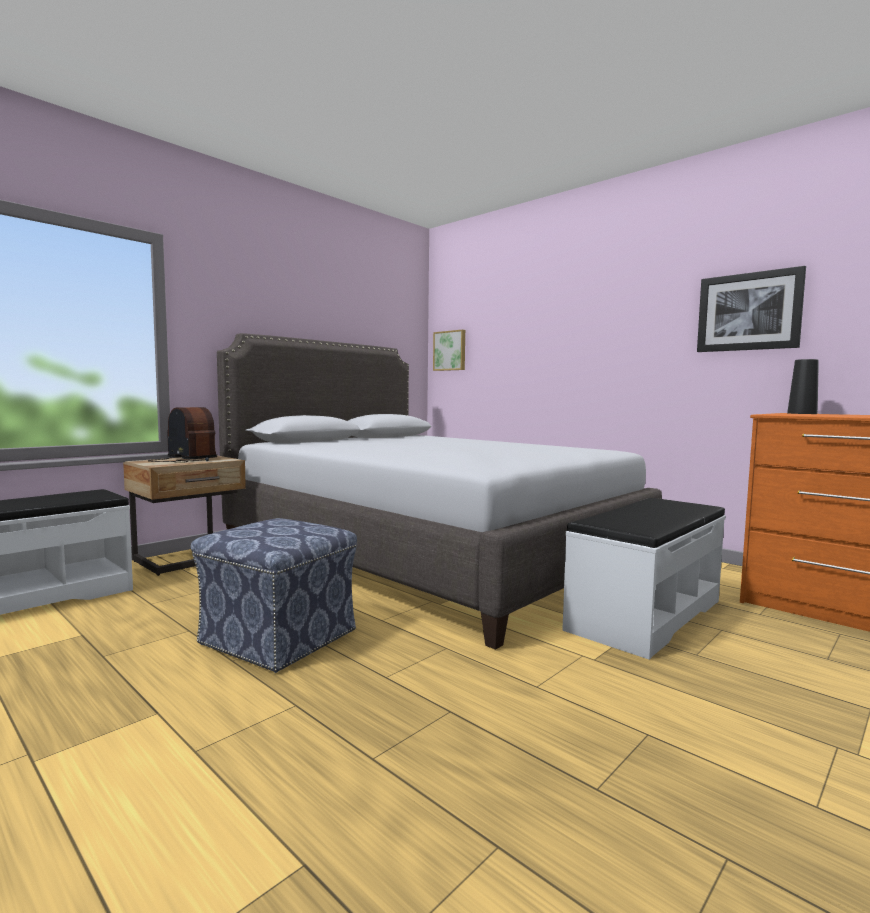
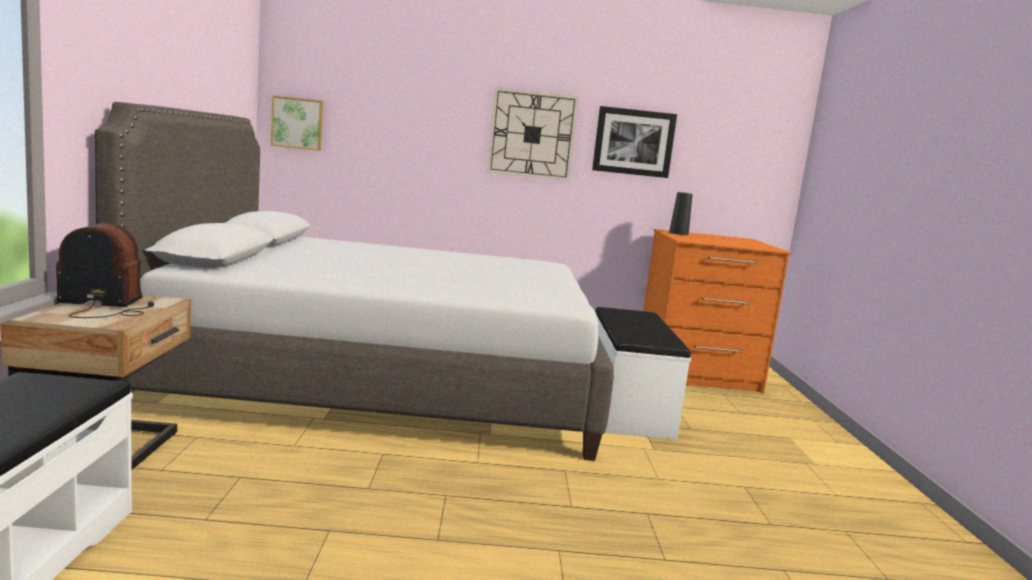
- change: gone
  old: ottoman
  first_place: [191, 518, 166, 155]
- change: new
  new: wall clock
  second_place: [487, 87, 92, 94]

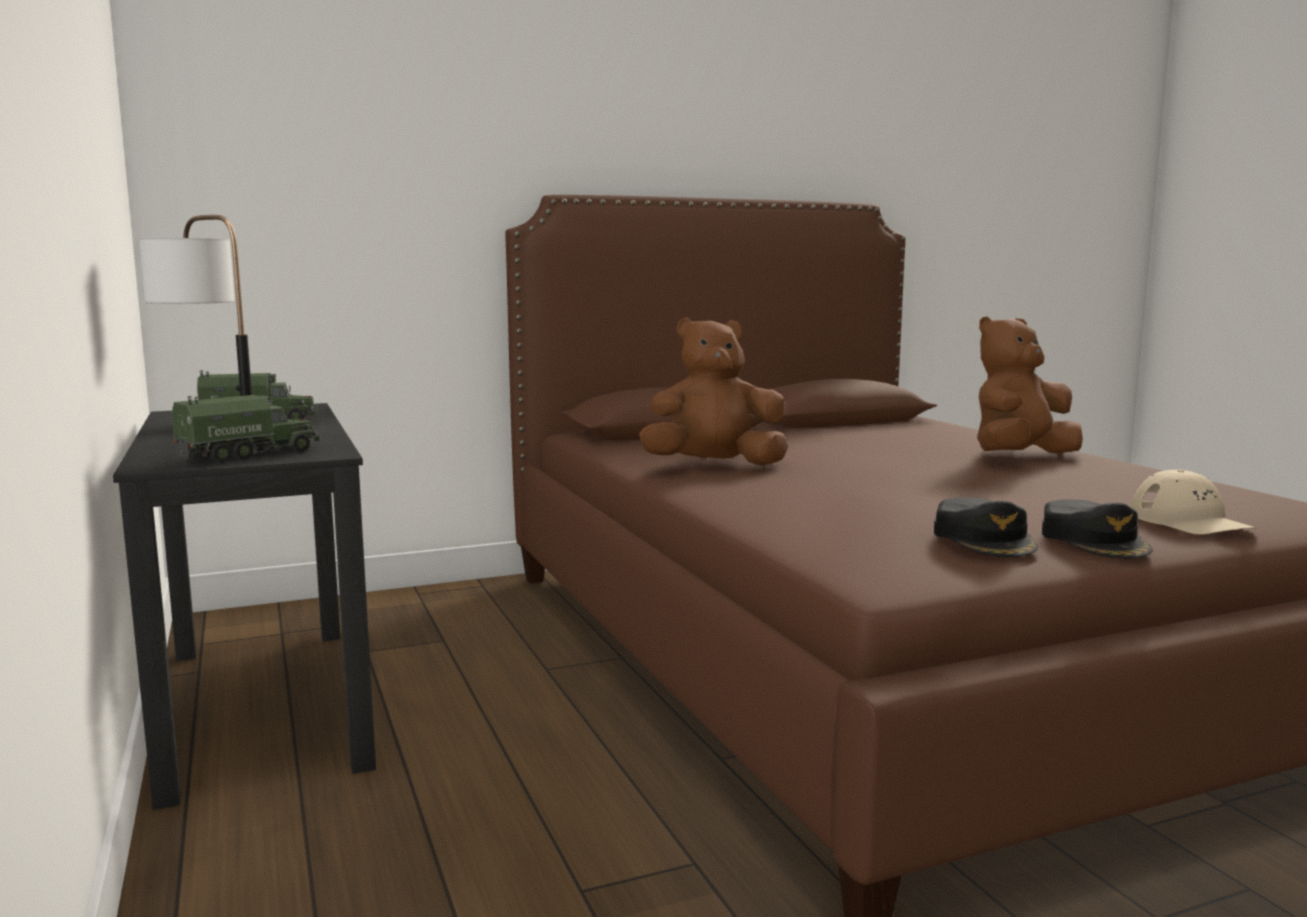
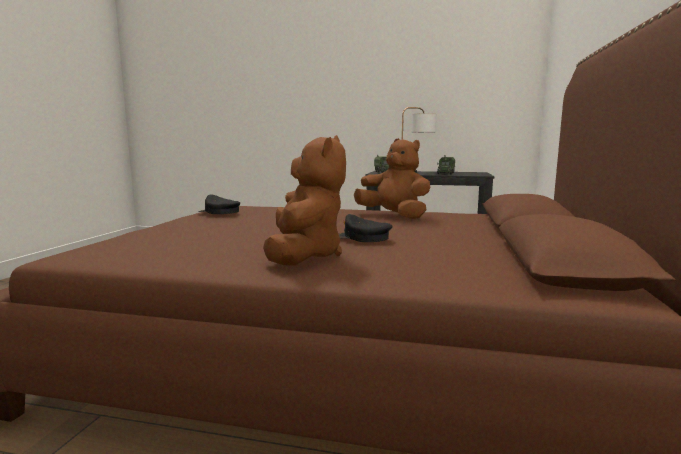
- change: rotated
  old: brown plush toy
  first_place: [639, 317, 149, 149]
  second_place: [354, 138, 77, 81]
  degrees: -75
- change: shifted
  old: black cap
  first_place: [1042, 499, 111, 59]
  second_place: [339, 214, 53, 28]
- change: gone
  old: beige cap
  first_place: [1131, 470, 125, 64]

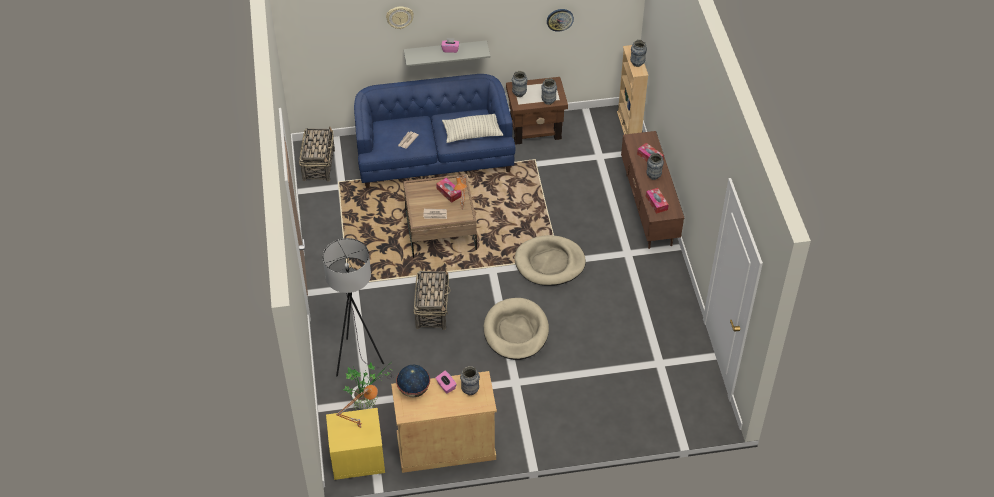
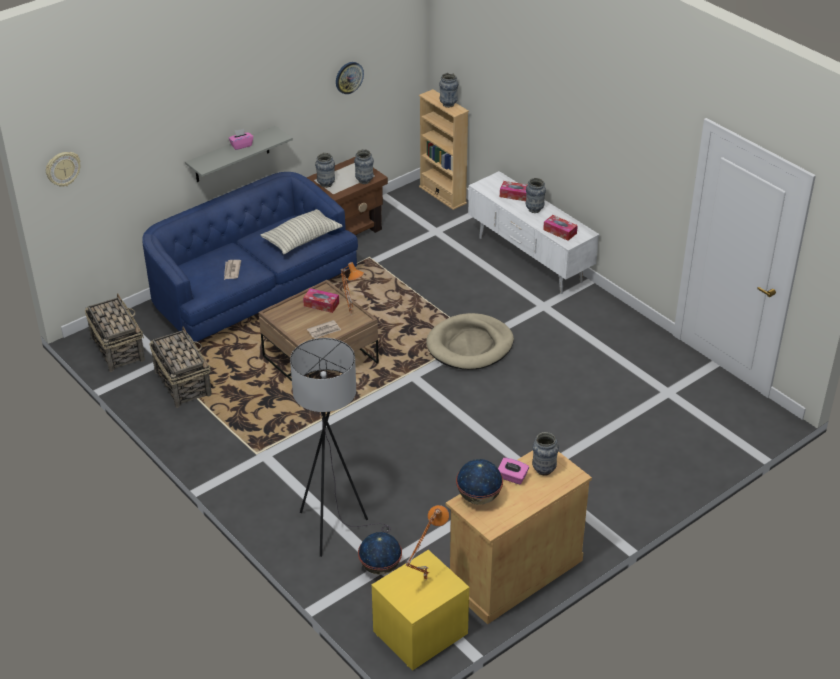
- change: swapped
  old: potted plant
  new: globe
  first_place: [343, 362, 48, 48]
  second_place: [358, 532, 44, 43]
- change: shifted
  old: wall clock
  first_place: [386, 7, 28, 22]
  second_place: [46, 152, 34, 35]
- change: shifted
  old: basket
  first_place: [414, 269, 37, 61]
  second_place: [149, 326, 63, 82]
- change: gone
  old: beige dog bed
  first_place: [484, 298, 65, 62]
- change: repainted
  old: brown tv stand
  new: white tv stand
  first_place: [621, 131, 64, 118]
  second_place: [468, 171, 132, 123]

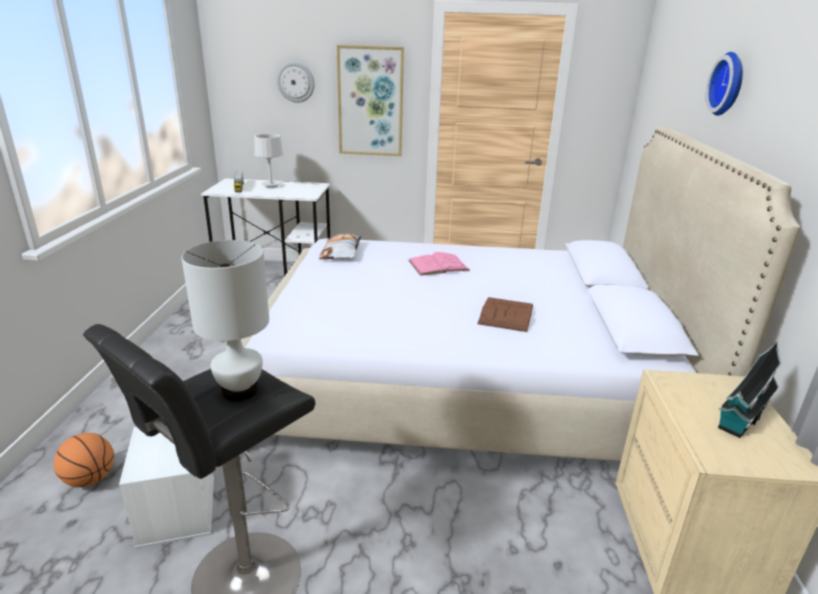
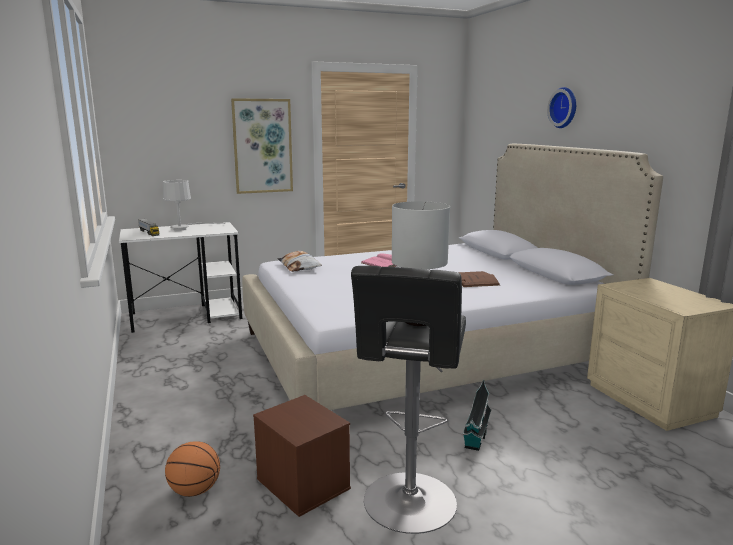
- change: repainted
  old: white storage box
  new: brown storage box
  first_place: [119, 427, 95, 122]
  second_place: [253, 395, 98, 122]
- change: gone
  old: wall clock
  first_place: [277, 62, 38, 41]
- change: shifted
  old: toy house
  first_place: [718, 342, 63, 96]
  second_place: [462, 380, 30, 71]

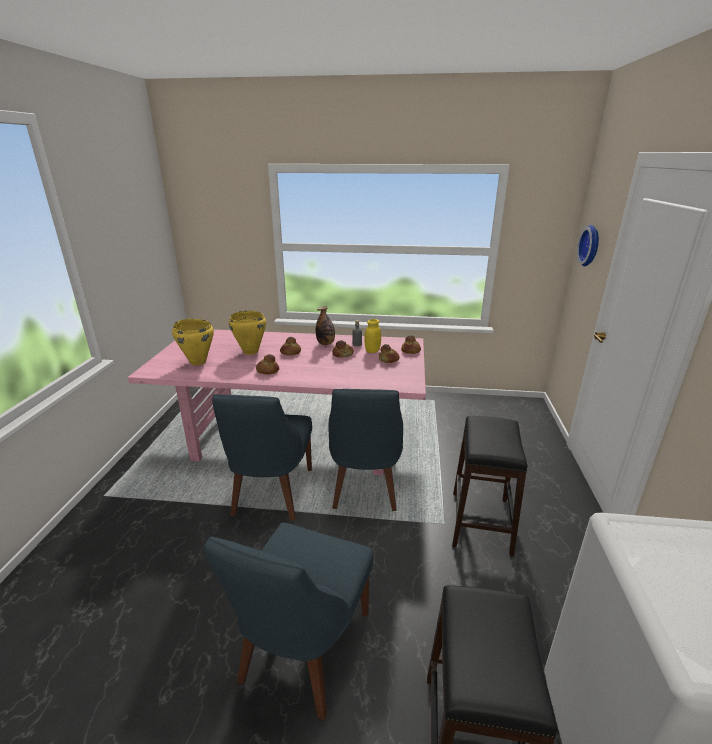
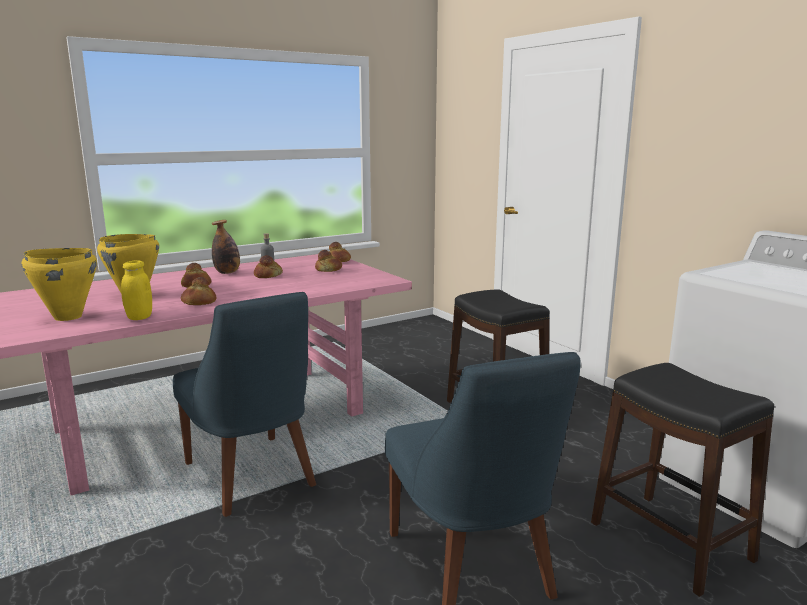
- change: gone
  old: blue chair
  first_place: [328, 389, 75, 122]
- change: shifted
  old: yellow jar
  first_place: [365, 319, 16, 34]
  second_place: [121, 260, 31, 60]
- change: gone
  old: wall clock
  first_place: [577, 225, 22, 41]

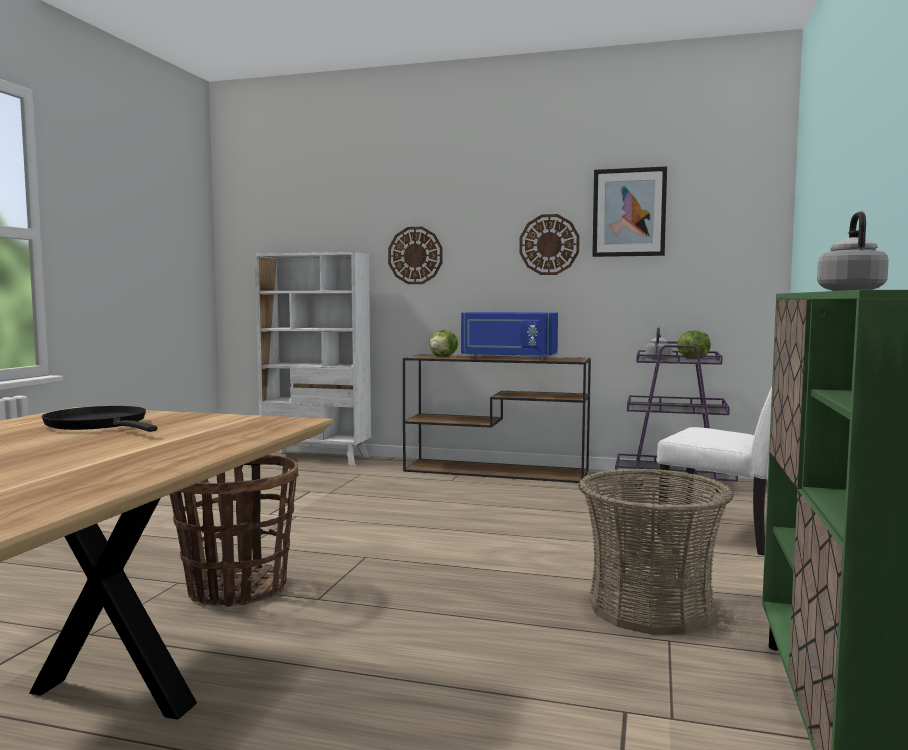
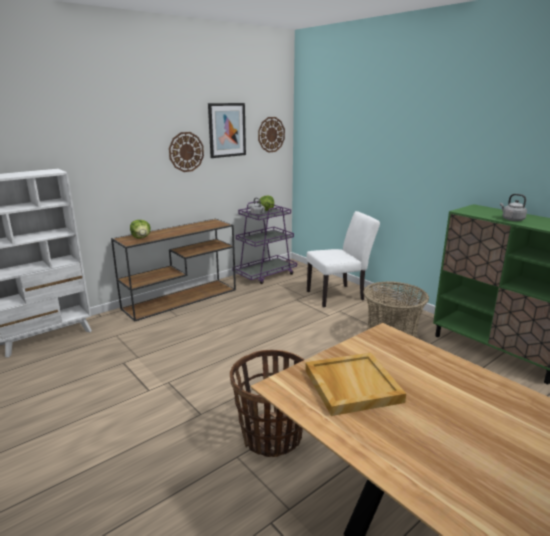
- change: swapped
  old: black frying pan
  new: beige tray
  first_place: [41, 406, 116, 26]
  second_place: [305, 353, 101, 63]
- change: shifted
  old: wall clock
  first_place: [388, 227, 55, 57]
  second_place: [258, 117, 27, 36]
- change: gone
  old: blue microwave
  first_place: [461, 312, 97, 48]

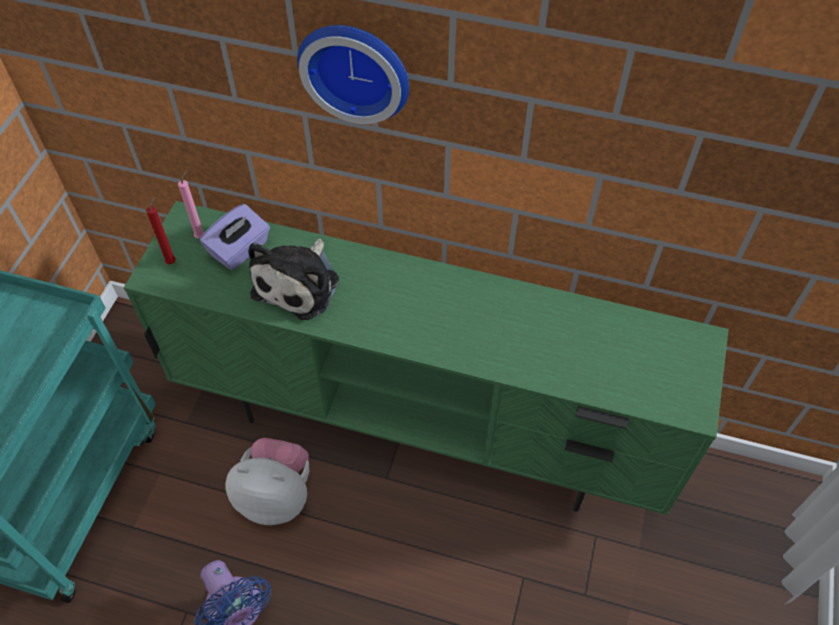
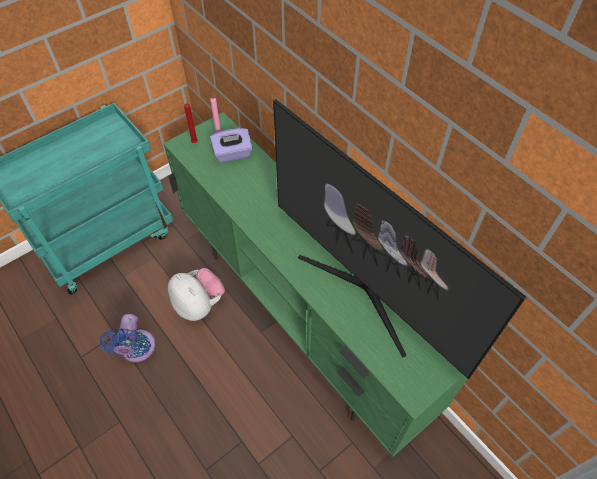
- change: gone
  old: plush toy
  first_place: [248, 239, 91, 81]
- change: gone
  old: wall clock
  first_place: [297, 25, 112, 99]
- change: new
  new: television
  second_place: [273, 99, 253, 280]

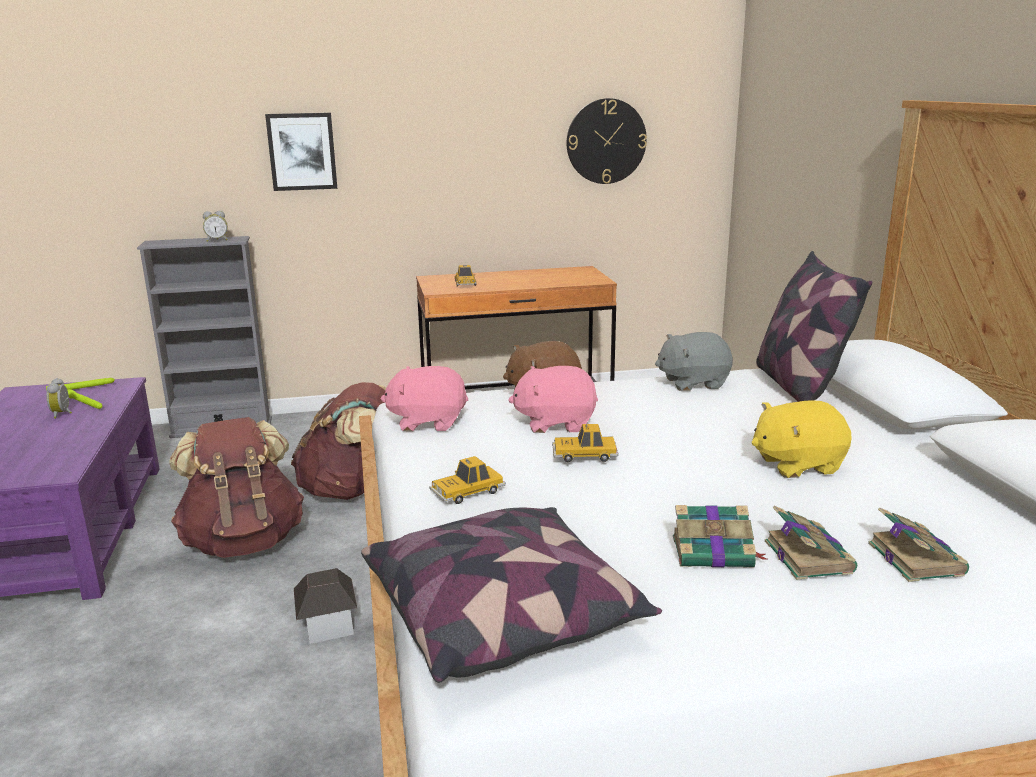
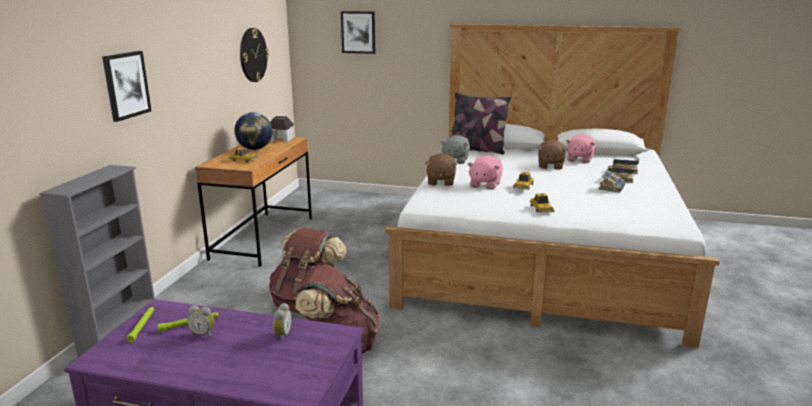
- change: shifted
  old: alarm clock
  first_place: [203, 211, 25, 31]
  second_place: [273, 303, 19, 38]
- change: shifted
  old: toy house
  first_place: [294, 568, 63, 76]
  second_place: [270, 116, 24, 26]
- change: gone
  old: pillow
  first_place: [361, 507, 301, 176]
- change: shifted
  old: pink plush toy
  first_place: [381, 366, 87, 65]
  second_place: [566, 134, 29, 29]
- change: repainted
  old: yellow plush toy
  new: brown plush toy
  first_place: [752, 400, 100, 78]
  second_place: [537, 140, 31, 30]
- change: new
  new: globe
  second_place: [234, 112, 39, 38]
- change: new
  new: picture
  second_place: [341, 11, 34, 43]

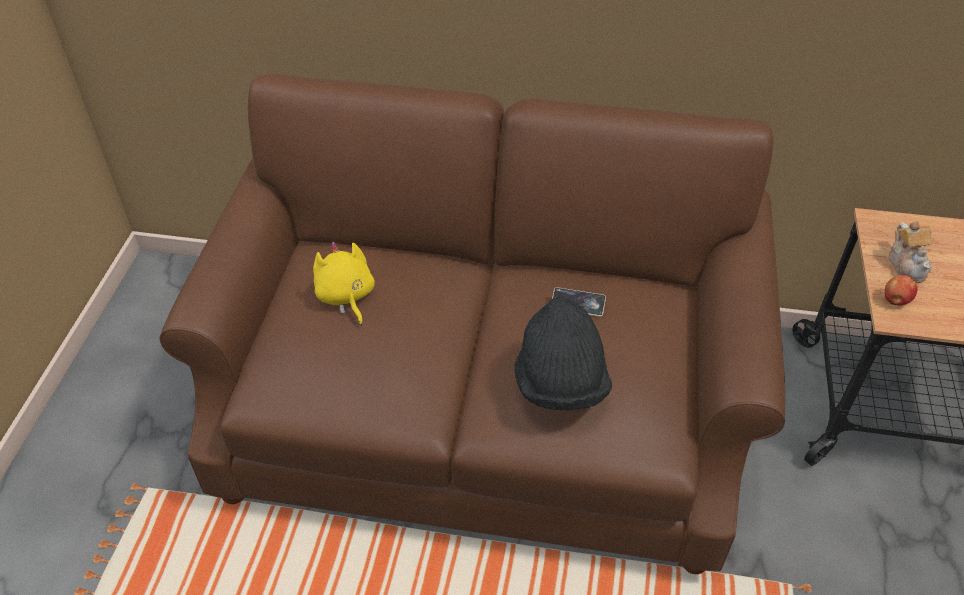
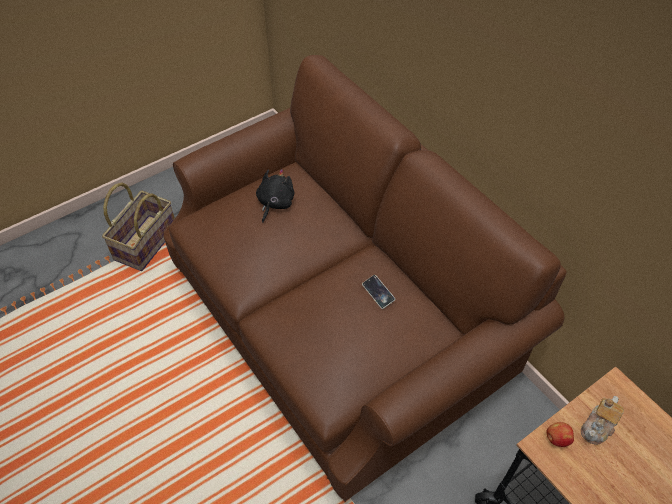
- change: repainted
  old: yellow plush toy
  new: black plush toy
  first_place: [313, 242, 62, 84]
  second_place: [256, 169, 39, 54]
- change: gone
  old: black hat
  first_place: [514, 296, 98, 115]
- change: new
  new: basket
  second_place: [102, 183, 73, 88]

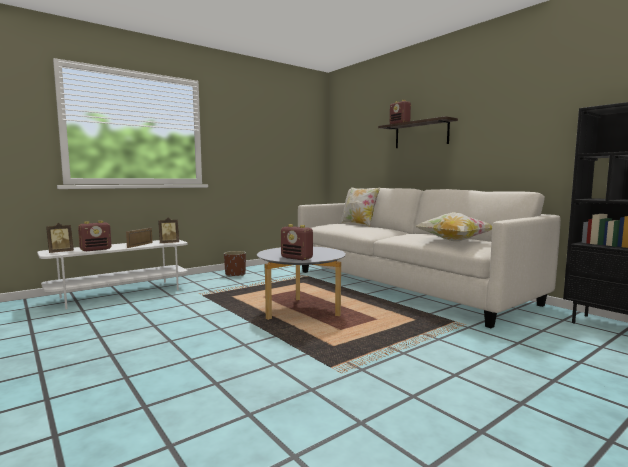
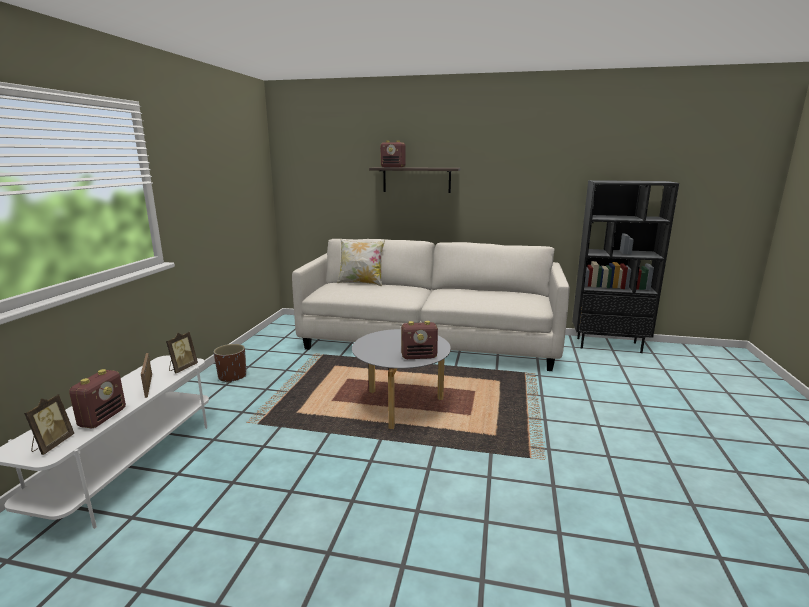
- change: gone
  old: pillow
  first_place: [415, 212, 77, 29]

